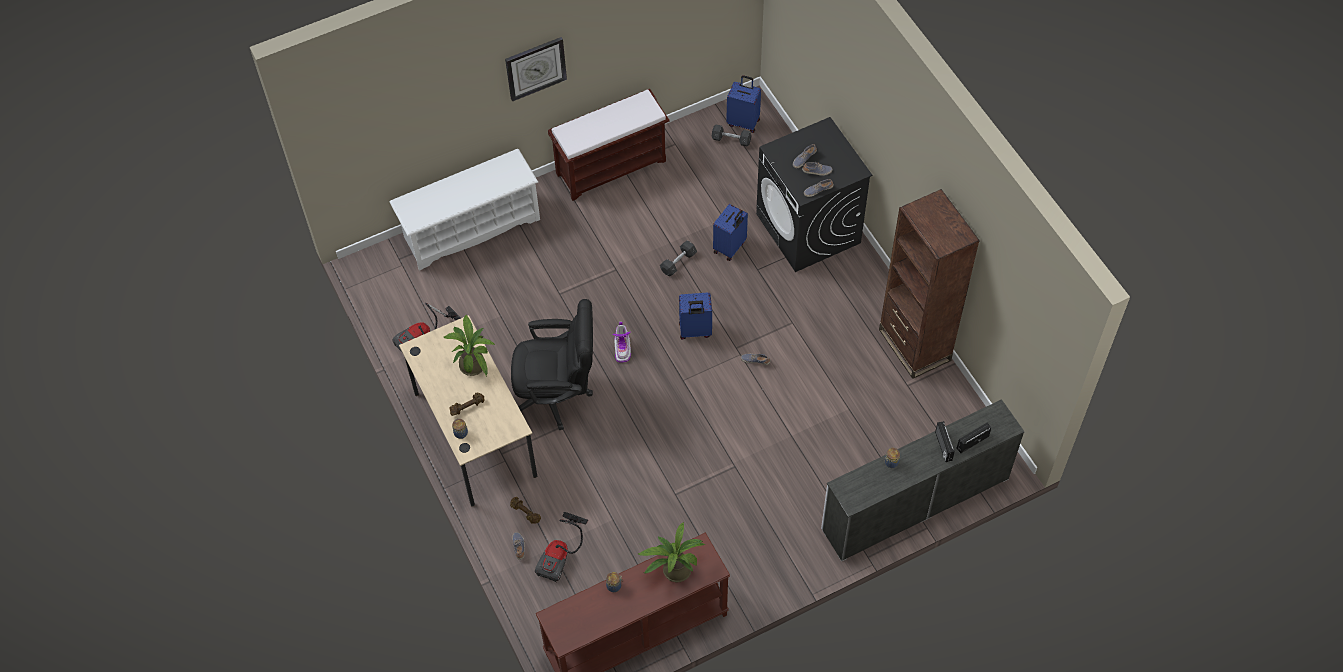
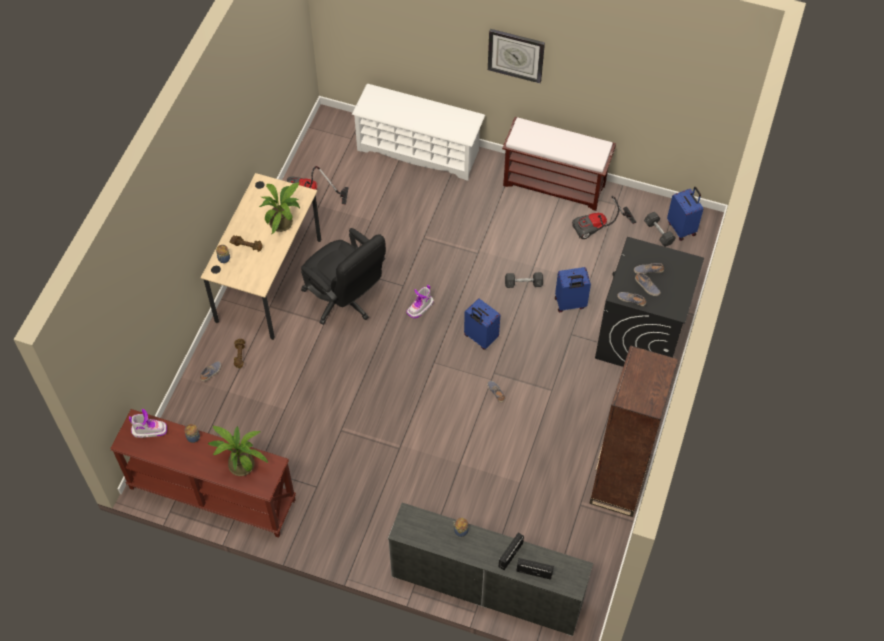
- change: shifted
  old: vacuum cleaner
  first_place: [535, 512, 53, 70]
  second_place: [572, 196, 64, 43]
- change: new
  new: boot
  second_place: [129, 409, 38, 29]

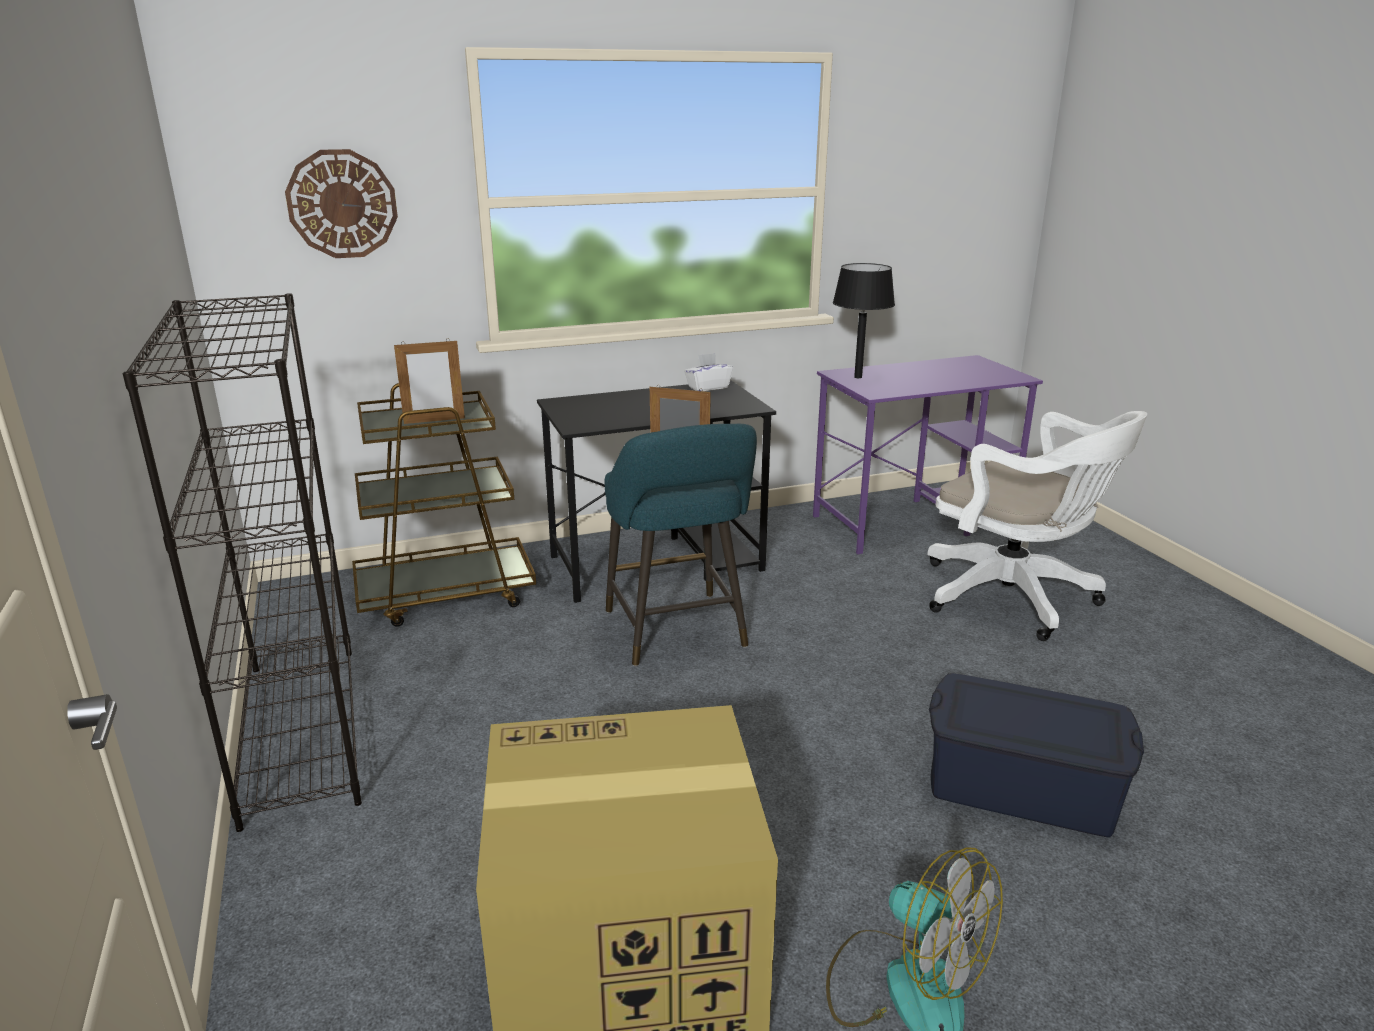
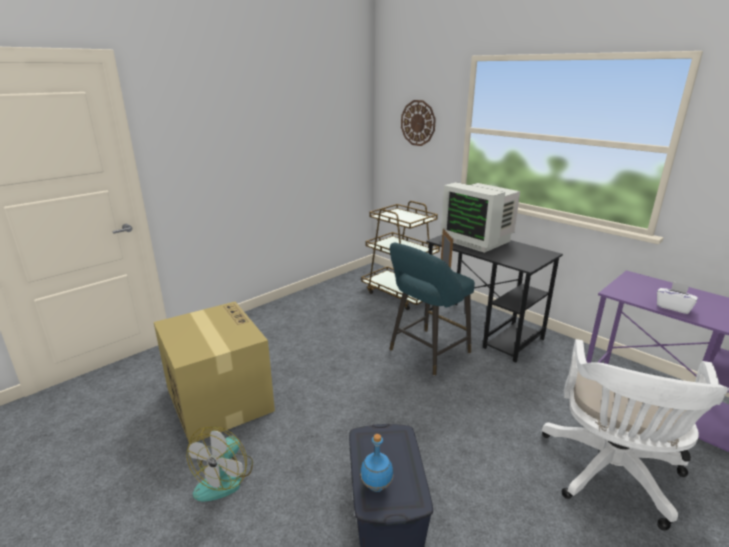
- change: gone
  old: black bookcase
  first_place: [123, 293, 239, 539]
- change: gone
  old: picture frame
  first_place: [394, 338, 71, 86]
- change: shifted
  old: white tissue box
  first_place: [684, 353, 49, 38]
  second_place: [657, 281, 41, 33]
- change: gone
  old: black table lamp
  first_place: [833, 263, 62, 115]
- change: new
  new: blue bottle
  second_place: [360, 434, 33, 58]
- change: new
  new: monitor
  second_place: [441, 182, 79, 71]

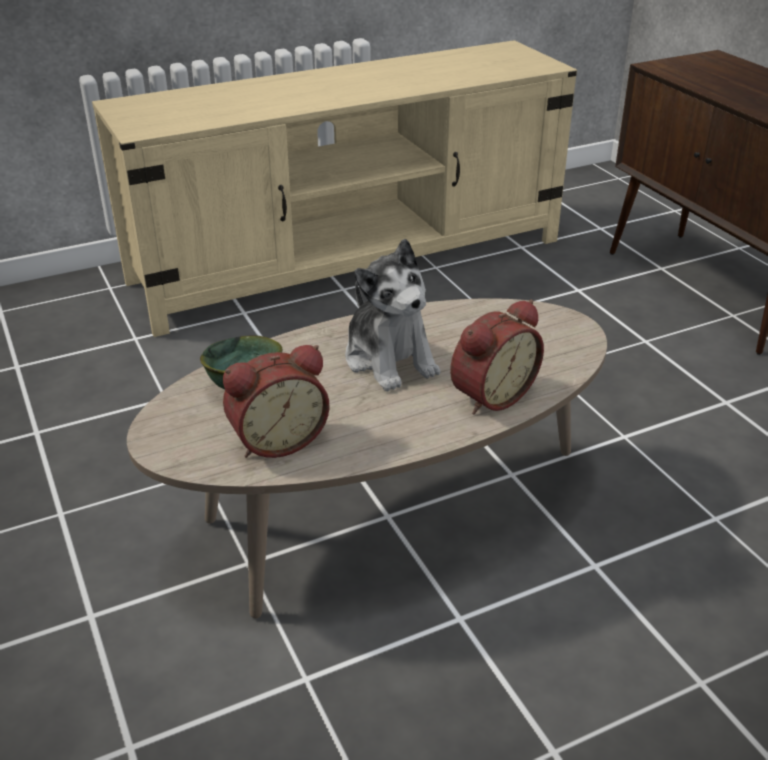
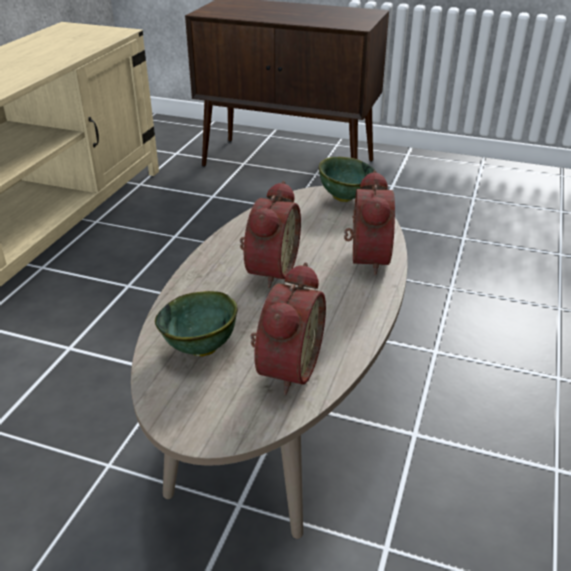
- change: swapped
  old: plush toy
  new: alarm clock
  first_place: [345, 239, 95, 152]
  second_place: [240, 181, 61, 107]
- change: new
  new: green bowl
  second_place: [319, 157, 56, 45]

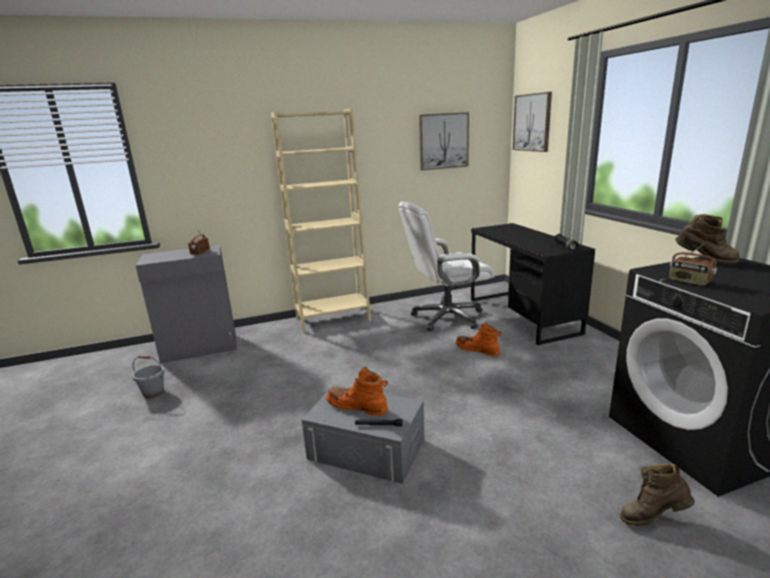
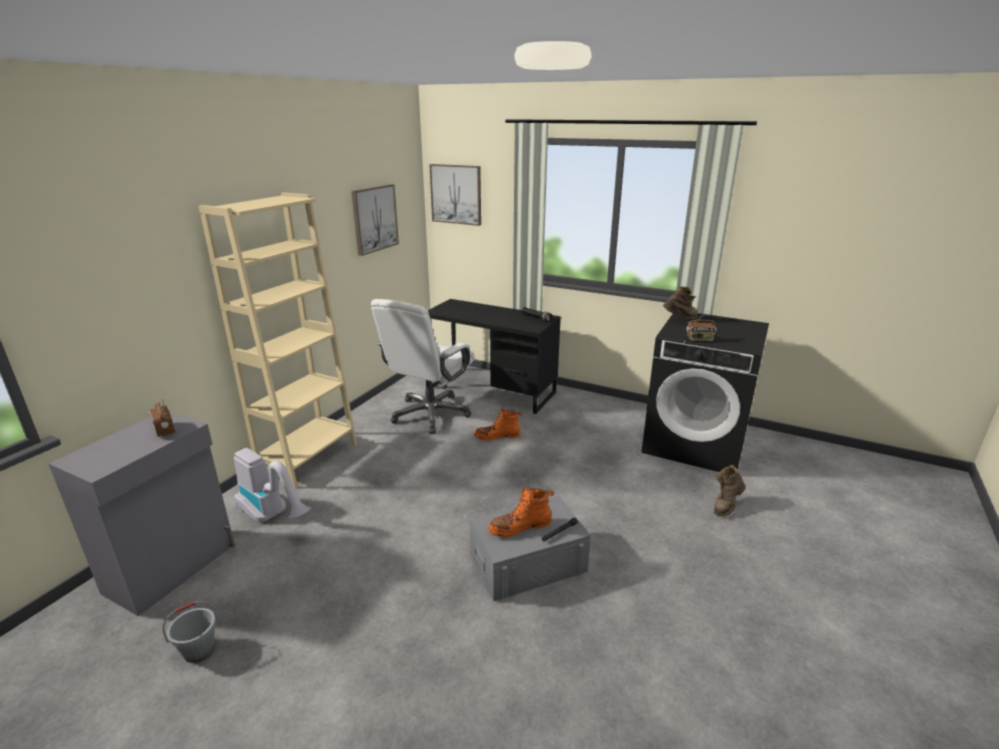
- change: new
  new: vacuum cleaner
  second_place: [234, 448, 77, 75]

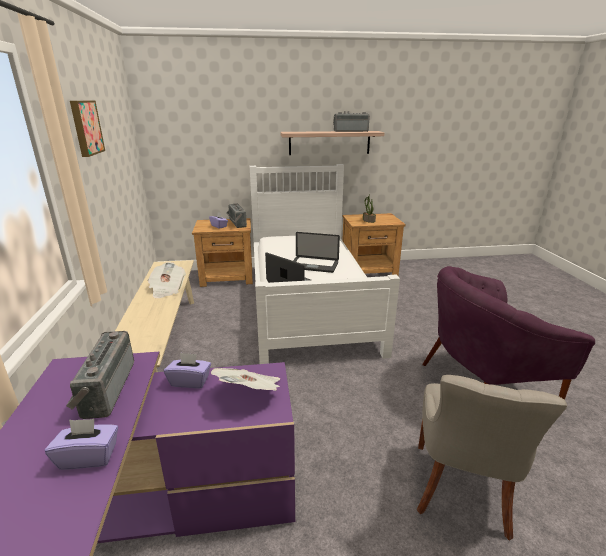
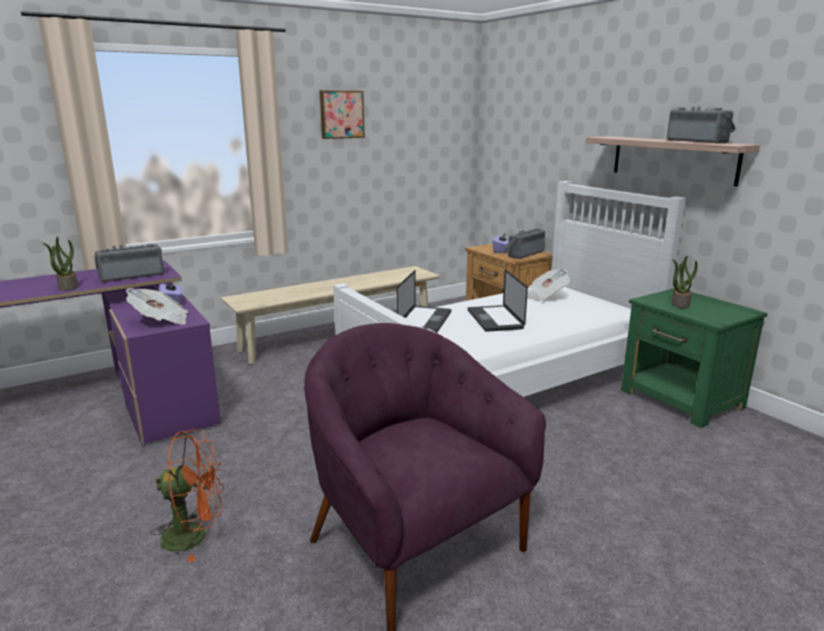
- change: swapped
  old: purple tissue box
  new: potted plant
  first_place: [45, 419, 73, 51]
  second_place: [43, 236, 35, 55]
- change: shifted
  old: newspaper
  first_place: [148, 262, 38, 36]
  second_place: [527, 269, 44, 32]
- change: repainted
  old: brown nightstand
  new: green nightstand
  first_place: [342, 213, 64, 63]
  second_place: [621, 288, 146, 140]
- change: swapped
  old: grey chair
  new: orange fan
  first_place: [417, 375, 150, 166]
  second_place: [151, 429, 73, 134]

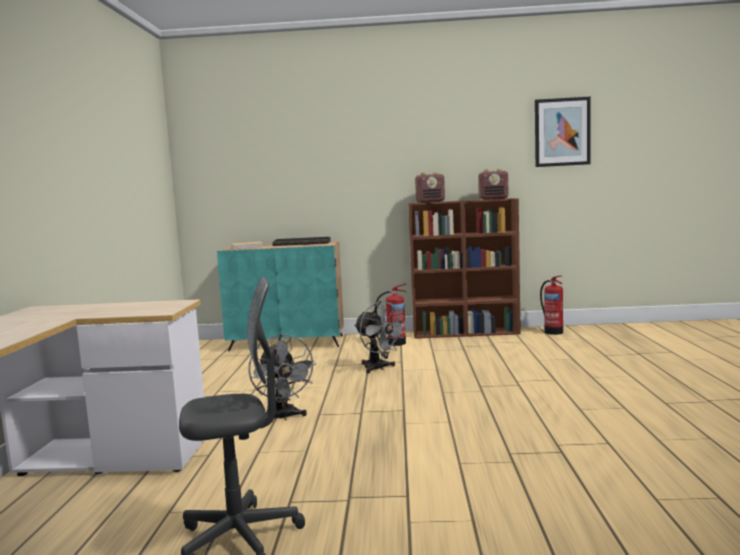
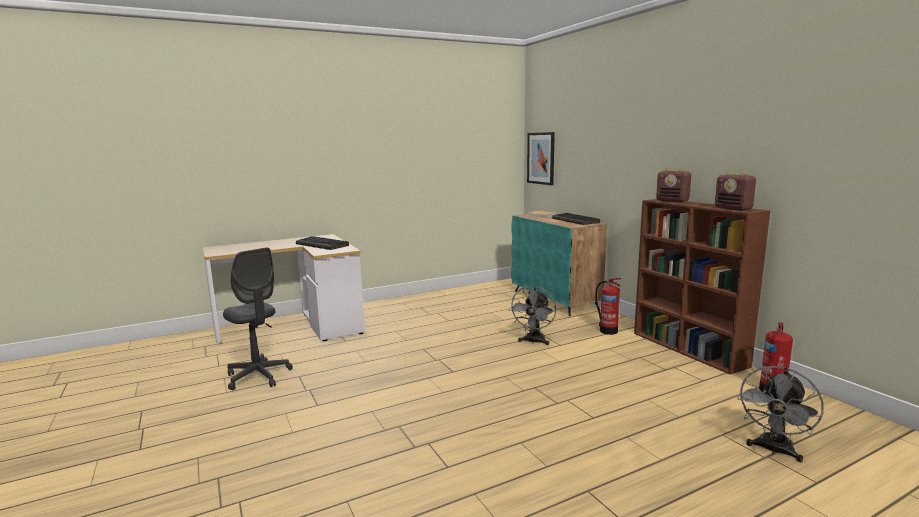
- change: shifted
  old: grey fan
  first_place: [249, 334, 67, 86]
  second_place: [737, 366, 87, 96]
- change: shifted
  old: picture
  first_place: [535, 96, 56, 71]
  second_place: [527, 132, 28, 53]
- change: new
  new: keyboard
  second_place: [296, 236, 53, 14]

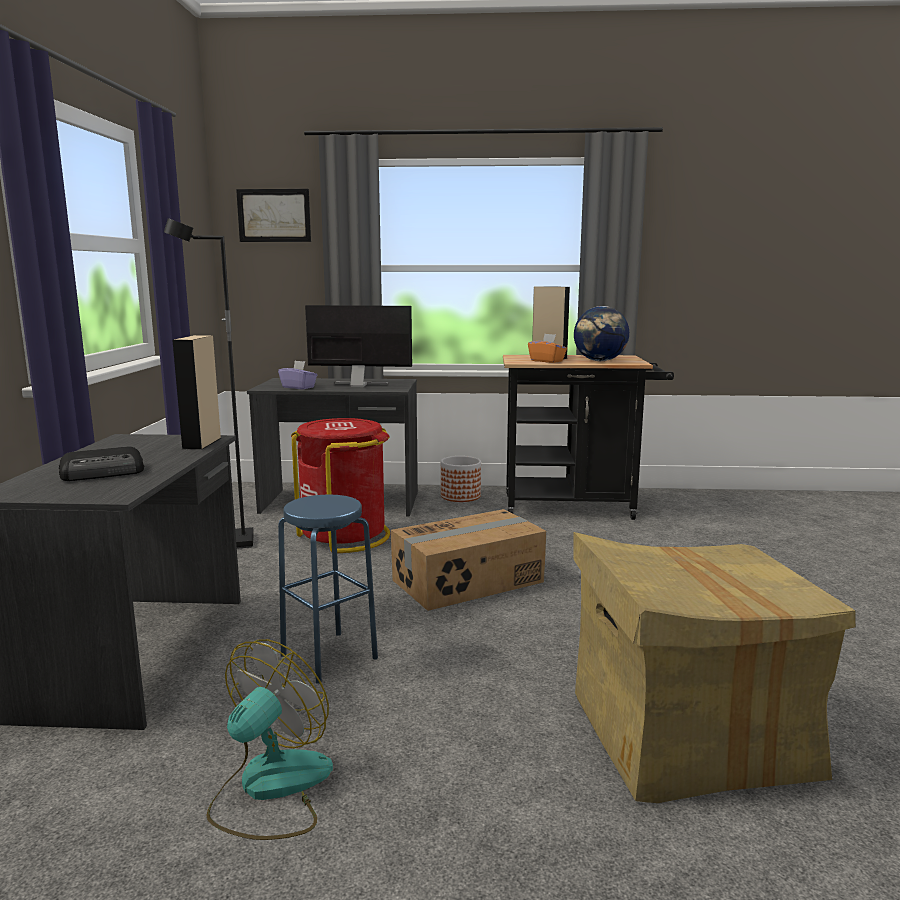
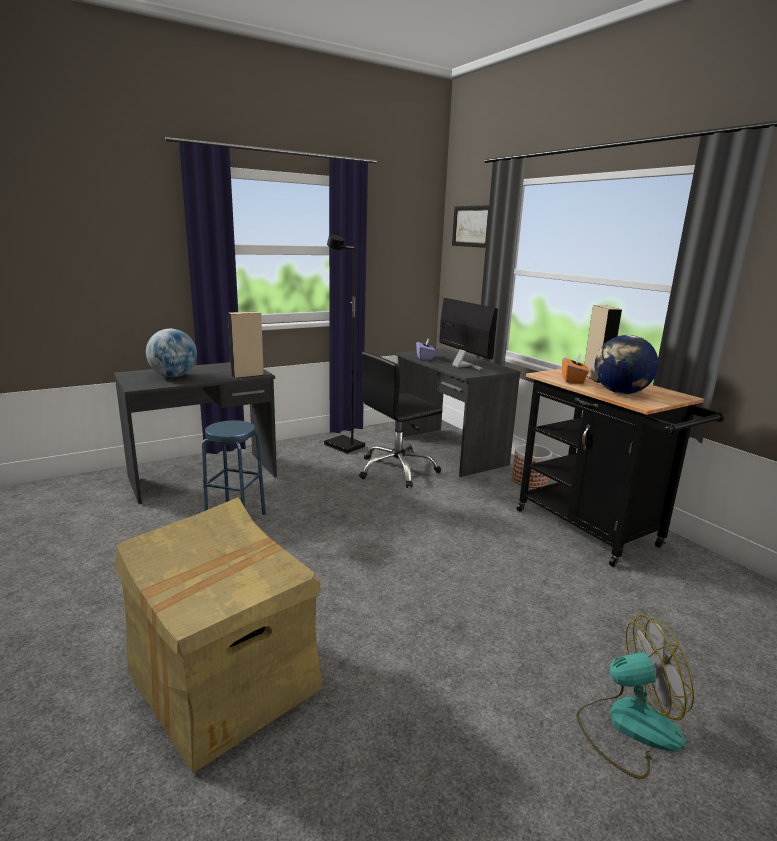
- change: swapped
  old: radio
  new: globe
  first_place: [59, 447, 85, 34]
  second_place: [146, 329, 51, 48]
- change: shifted
  old: fan
  first_place: [206, 639, 127, 201]
  second_place: [576, 614, 118, 165]
- change: swapped
  old: red trash can
  new: black office chair
  first_place: [291, 418, 99, 135]
  second_place: [359, 352, 84, 136]
- change: gone
  old: cardboard box
  first_place: [391, 509, 155, 102]

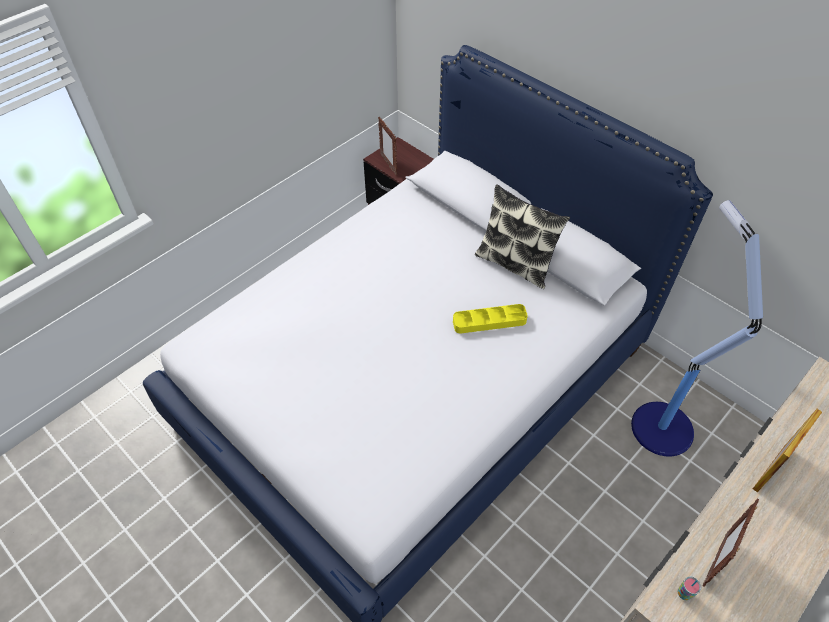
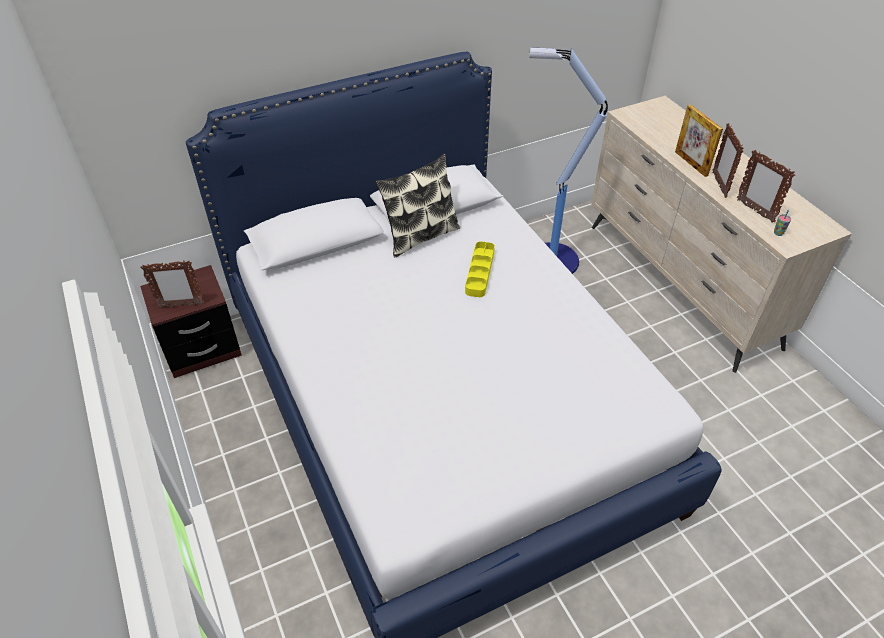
- change: new
  new: picture frame
  second_place: [713, 123, 30, 75]

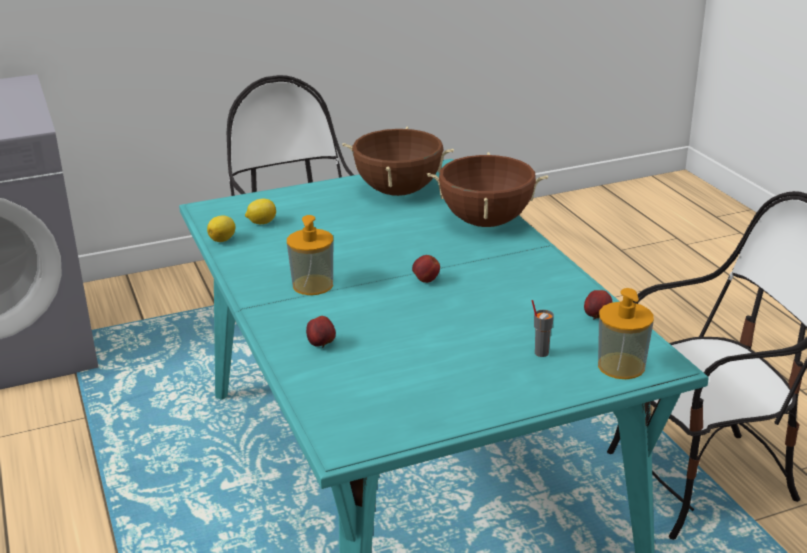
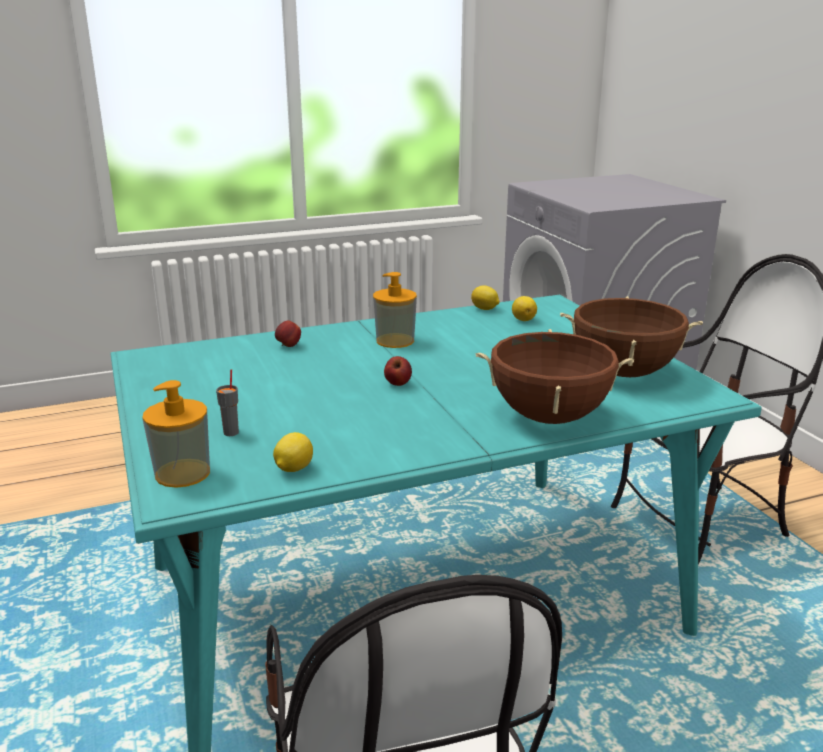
- change: swapped
  old: apple
  new: lemon
  first_place: [584, 290, 29, 29]
  second_place: [273, 432, 40, 40]

